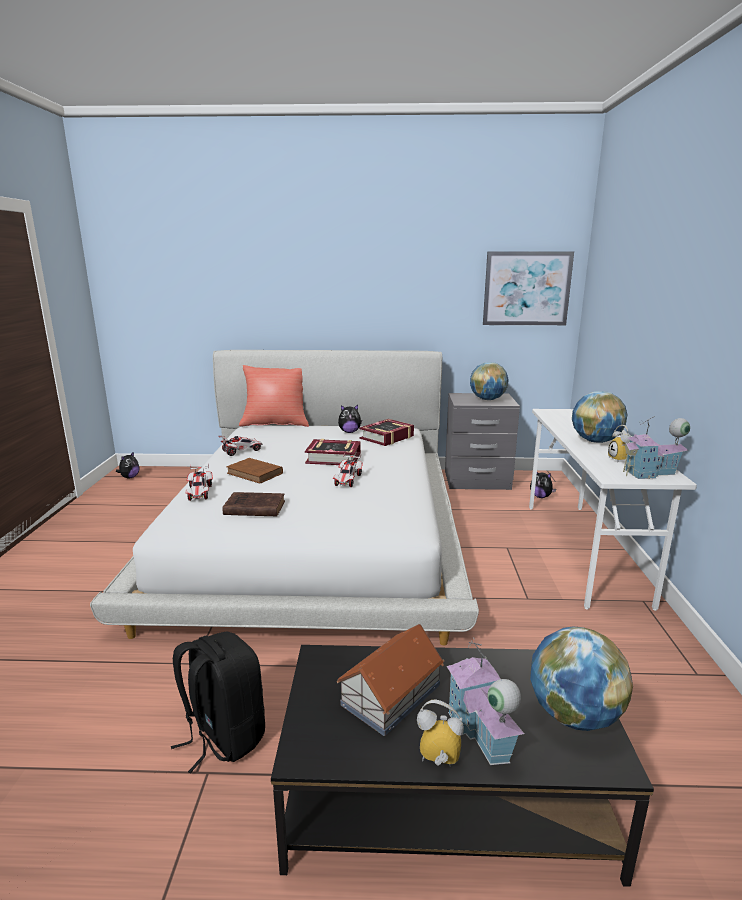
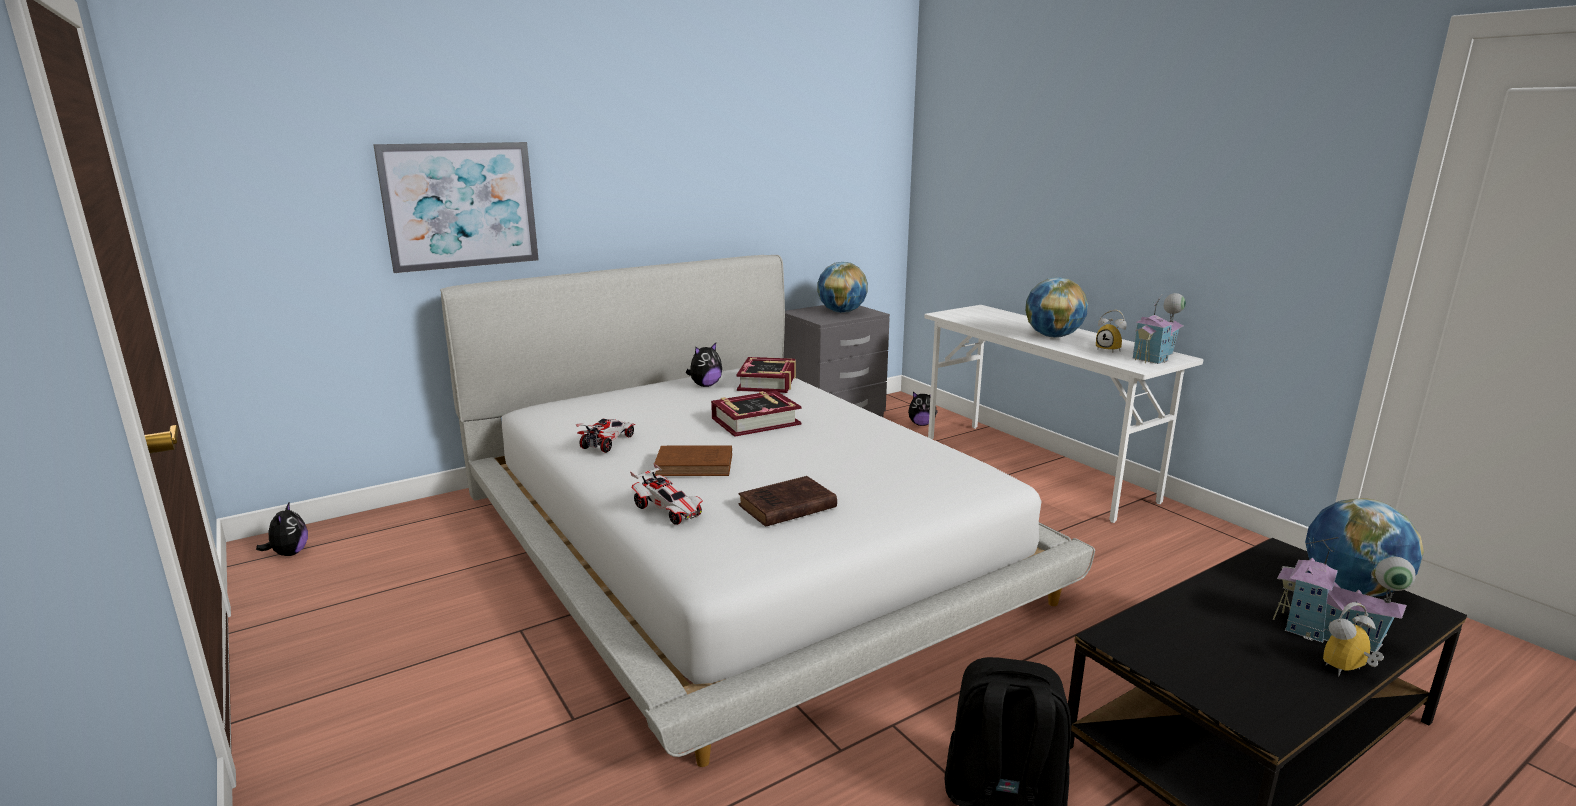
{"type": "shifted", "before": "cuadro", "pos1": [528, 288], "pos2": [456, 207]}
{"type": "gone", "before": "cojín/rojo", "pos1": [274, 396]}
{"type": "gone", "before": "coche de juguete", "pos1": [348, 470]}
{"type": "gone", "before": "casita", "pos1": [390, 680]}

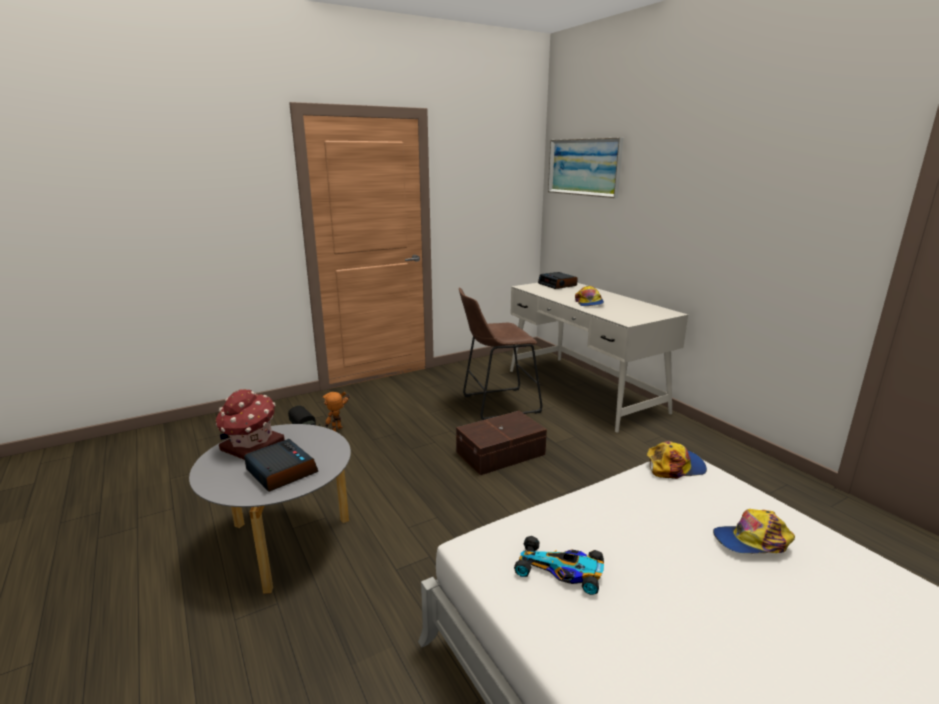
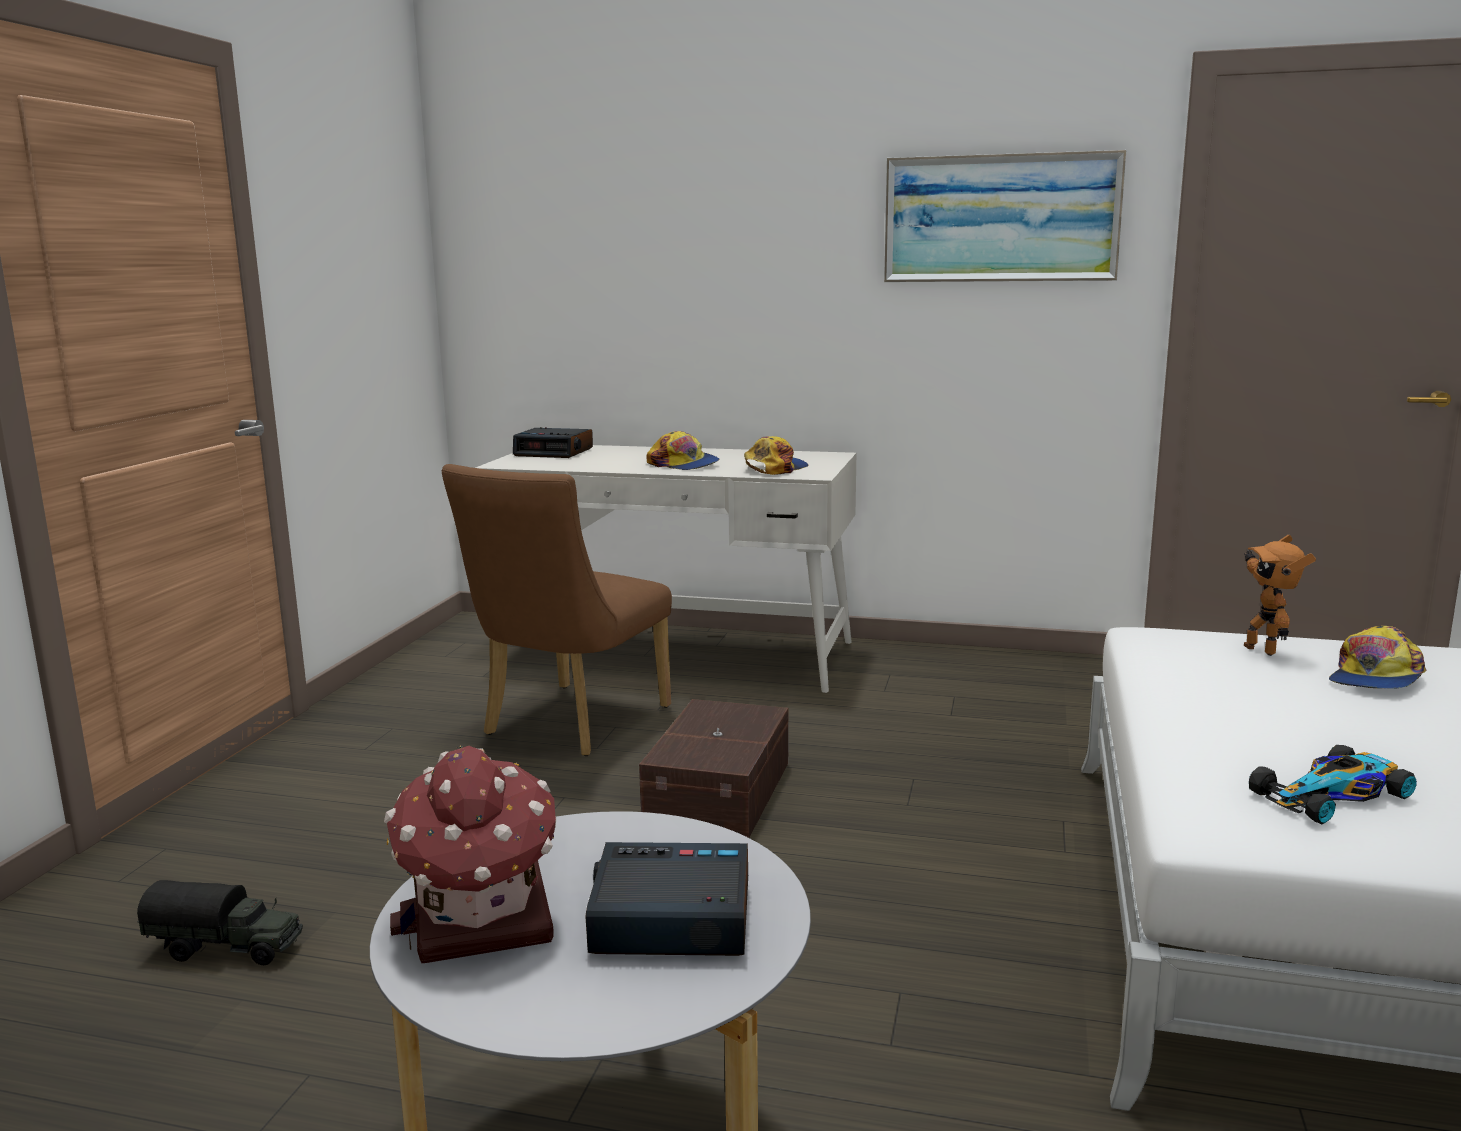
{"type": "swapped", "before": "taburete/marrón", "after": "silla/marrón", "pos1": [500, 354], "pos2": [557, 610]}
{"type": "shifted", "before": "gorra", "pos1": [677, 460], "pos2": [776, 455]}
{"type": "shifted", "before": "cuadro", "pos1": [585, 168], "pos2": [1005, 216]}
{"type": "shifted", "before": "robot de juguete", "pos1": [336, 412], "pos2": [1280, 595]}

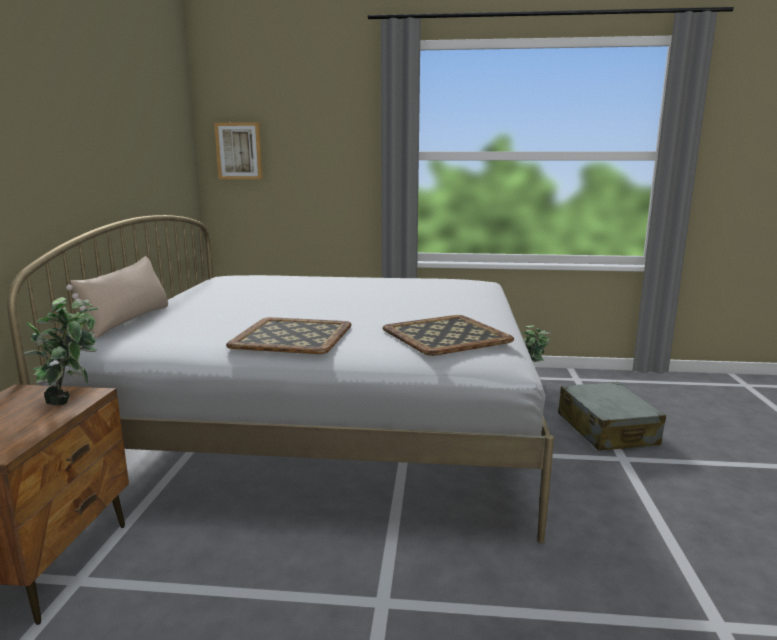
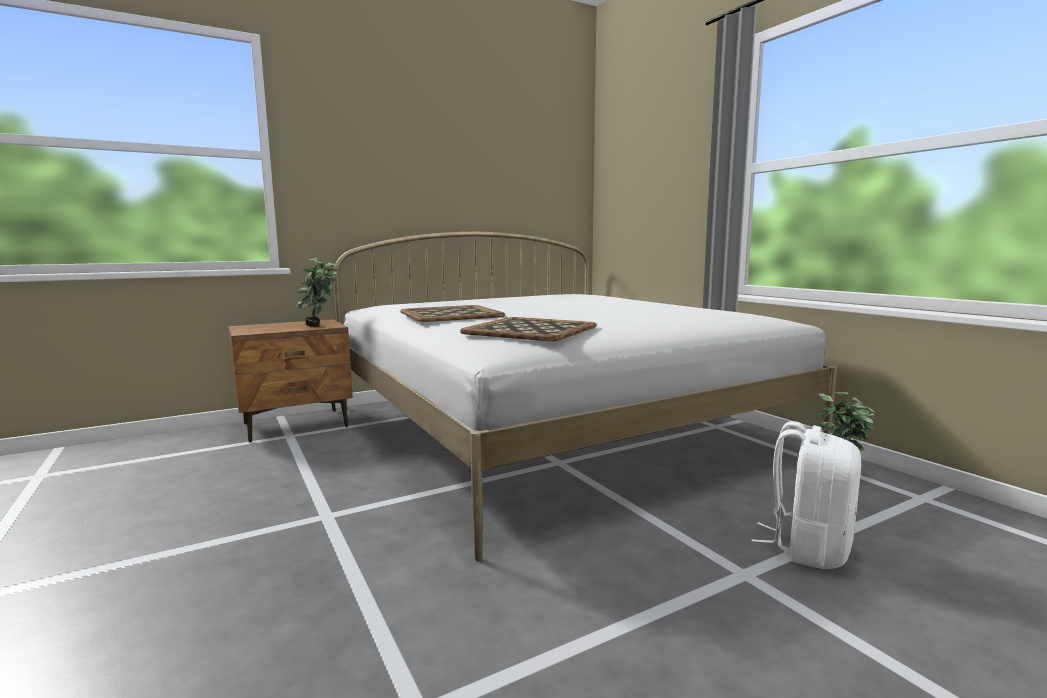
{"type": "swapped", "before": "maleta/gris", "after": "mochila/blanco", "pos1": [612, 416], "pos2": [806, 495]}
{"type": "gone", "before": "cojín/beis", "pos1": [117, 297]}
{"type": "gone", "before": "cuadro", "pos1": [238, 150]}

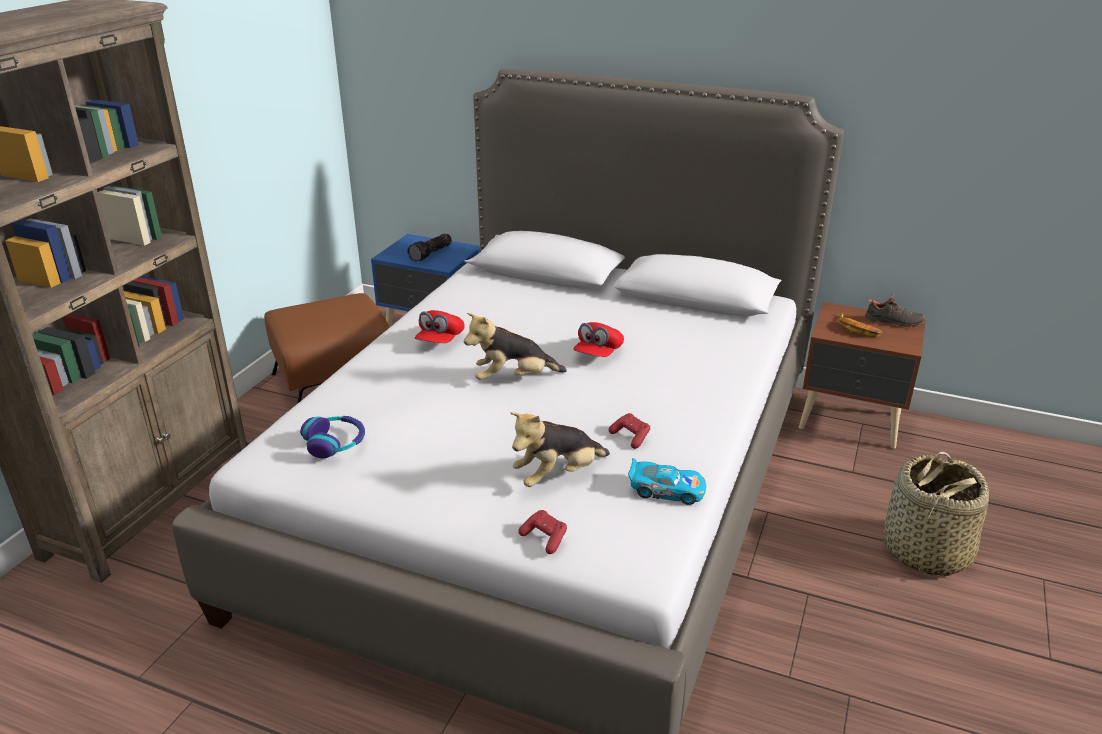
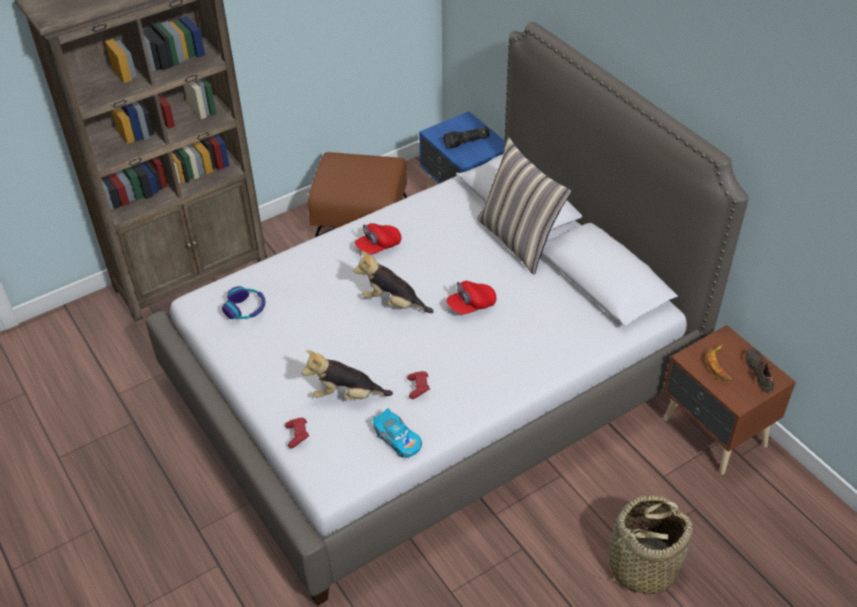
{"type": "new", "after": "cojín", "pos2": [524, 206]}
{"type": "rotated", "before": "zapato/negro", "pos1": [895, 311], "pos2": [760, 370], "turn": -150}

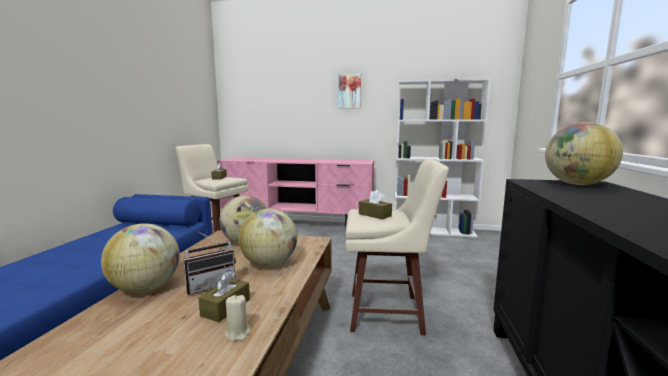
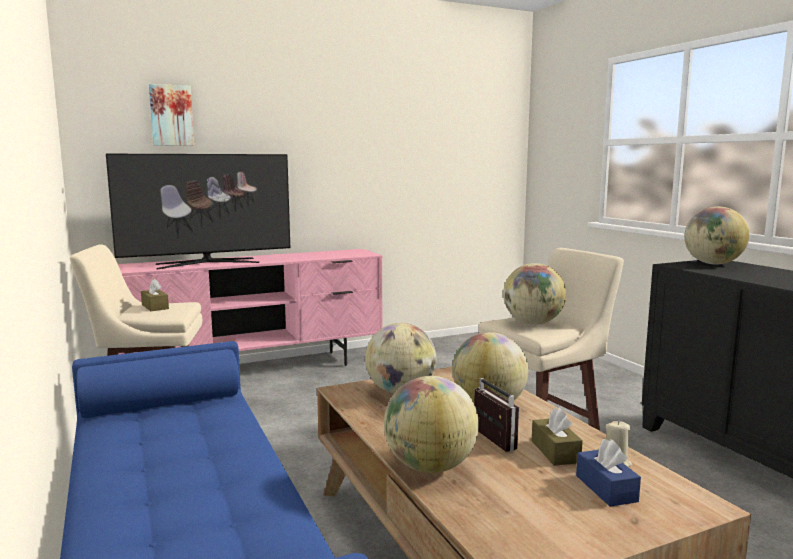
{"type": "new", "after": "televisor", "pos2": [198, 212]}
{"type": "shifted", "before": "cuadro", "pos1": [350, 90], "pos2": [171, 115]}
{"type": "rotated", "before": "radio", "pos1": [209, 263], "pos2": [496, 415], "turn": -45}
{"type": "swapped", "before": "caja de pañuelos/marrón", "after": "globo terráqueo", "pos1": [375, 205], "pos2": [534, 294]}
{"type": "new", "after": "caja de pañuelos/azul", "pos2": [608, 473]}
{"type": "gone", "before": "estantería/blanco", "pos1": [443, 158]}

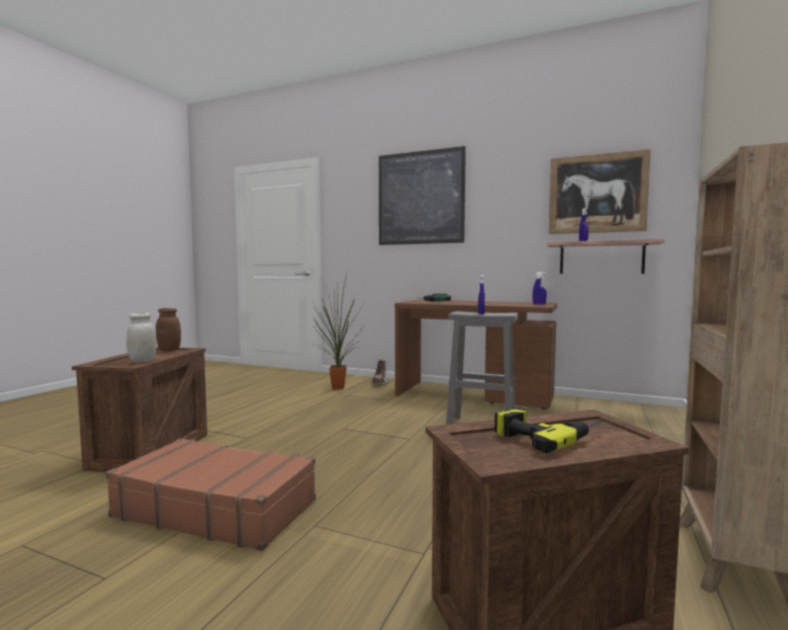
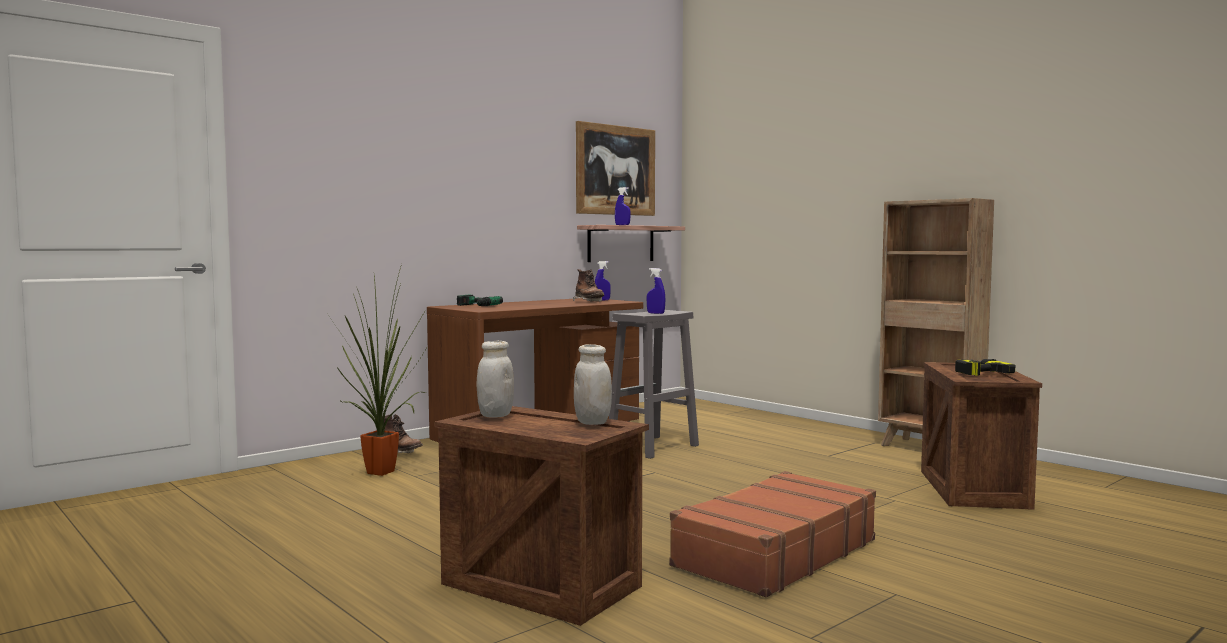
{"type": "repainted", "before": "tarro/marrón", "after": "tarro/blanco", "pos1": [168, 329], "pos2": [495, 379]}
{"type": "new", "after": "bota/marrón", "pos2": [588, 285]}
{"type": "gone", "before": "cuadro", "pos1": [422, 195]}

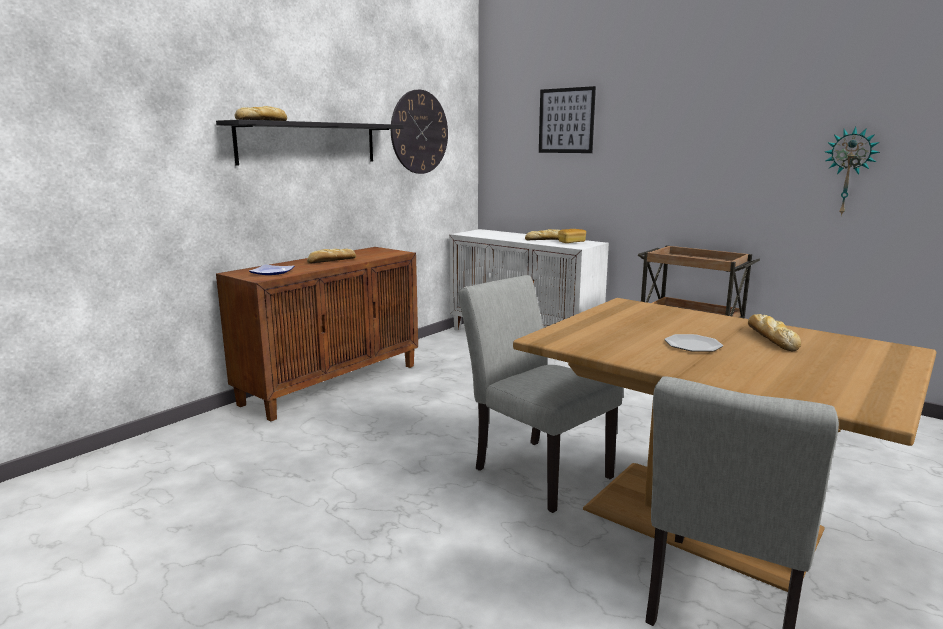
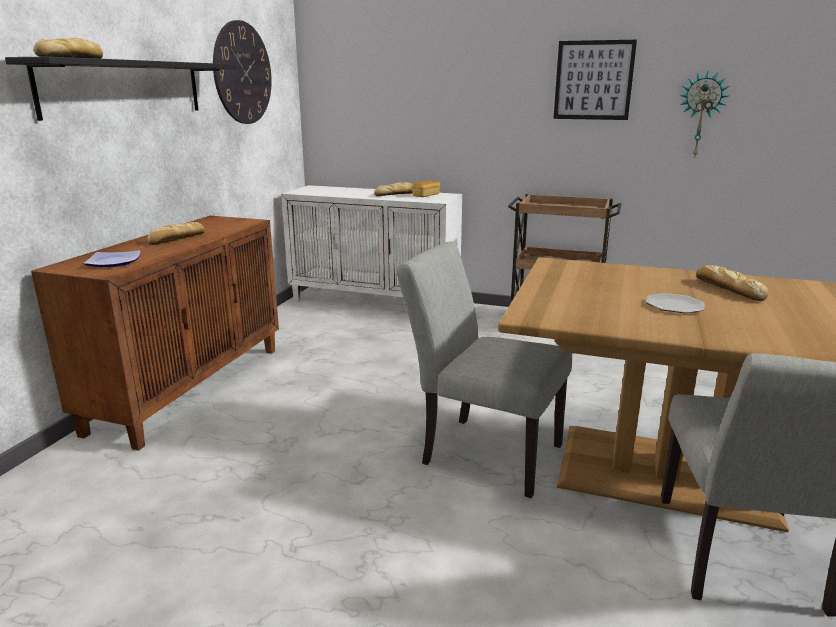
{"type": "shifted", "before": "cuadro", "pos1": [567, 119], "pos2": [595, 80]}

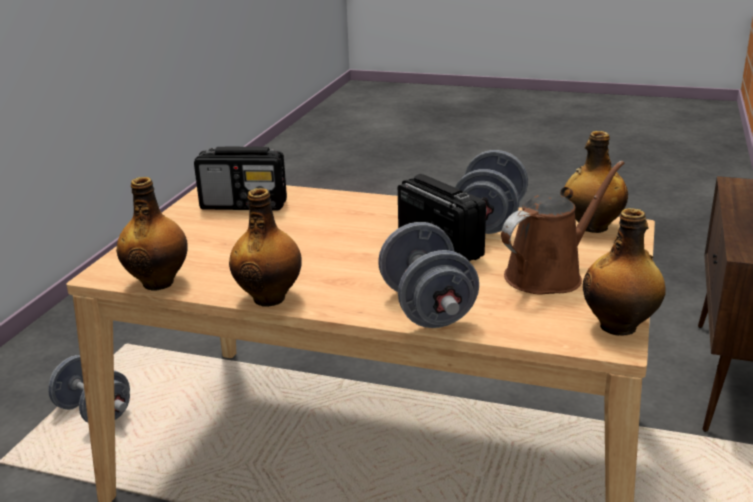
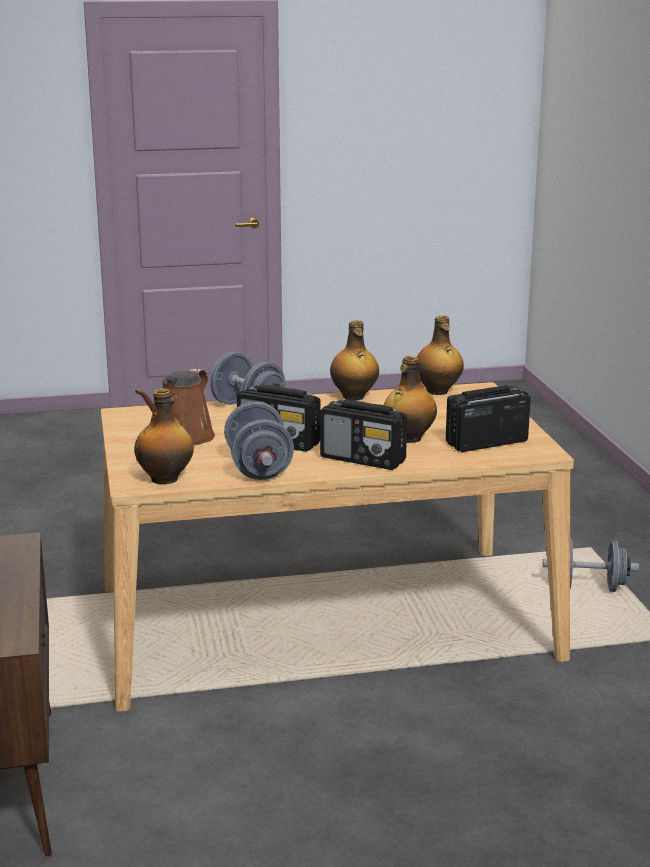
{"type": "new", "after": "radio", "pos2": [363, 435]}
{"type": "shifted", "before": "botella", "pos1": [624, 272], "pos2": [410, 399]}

